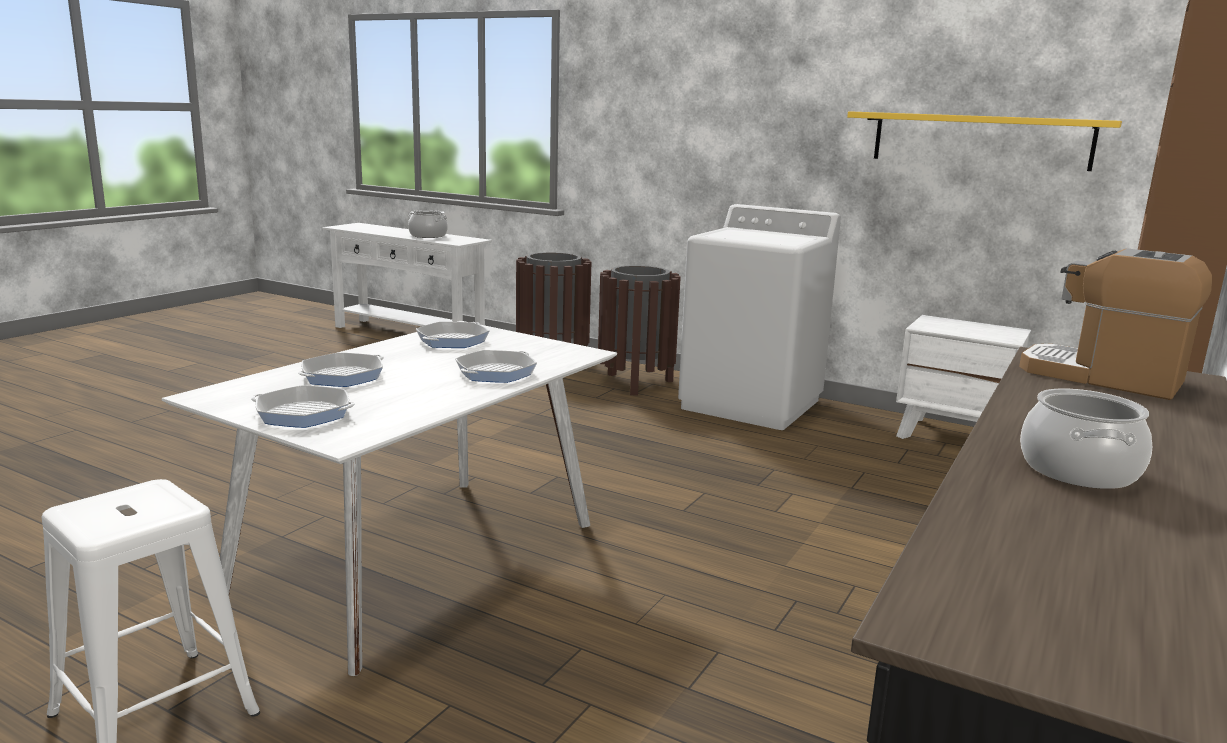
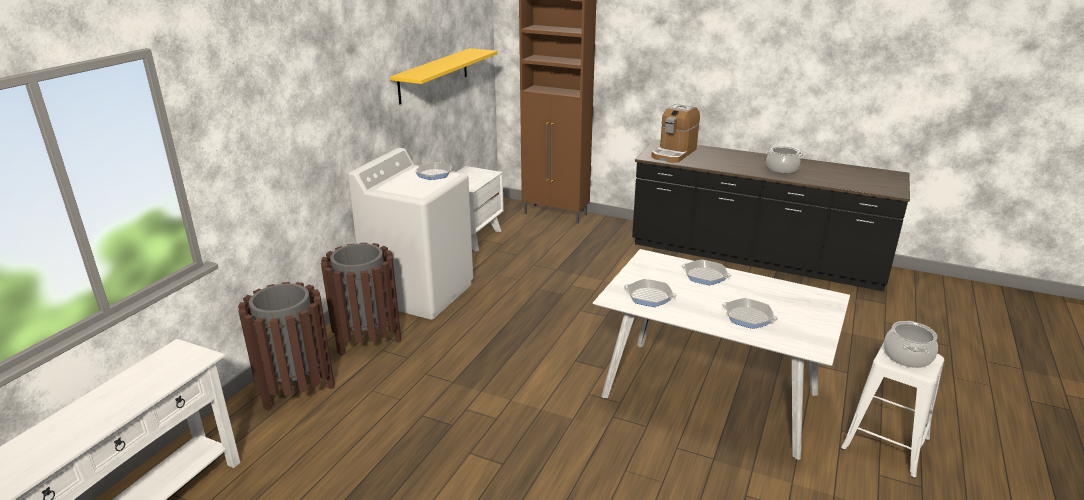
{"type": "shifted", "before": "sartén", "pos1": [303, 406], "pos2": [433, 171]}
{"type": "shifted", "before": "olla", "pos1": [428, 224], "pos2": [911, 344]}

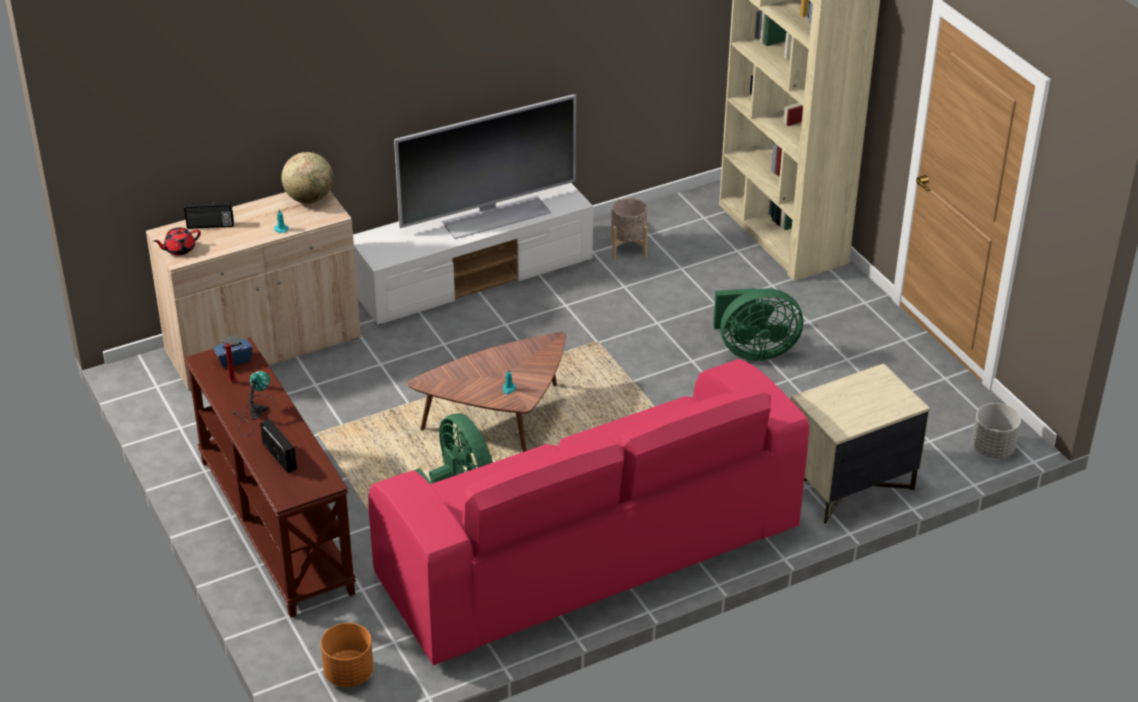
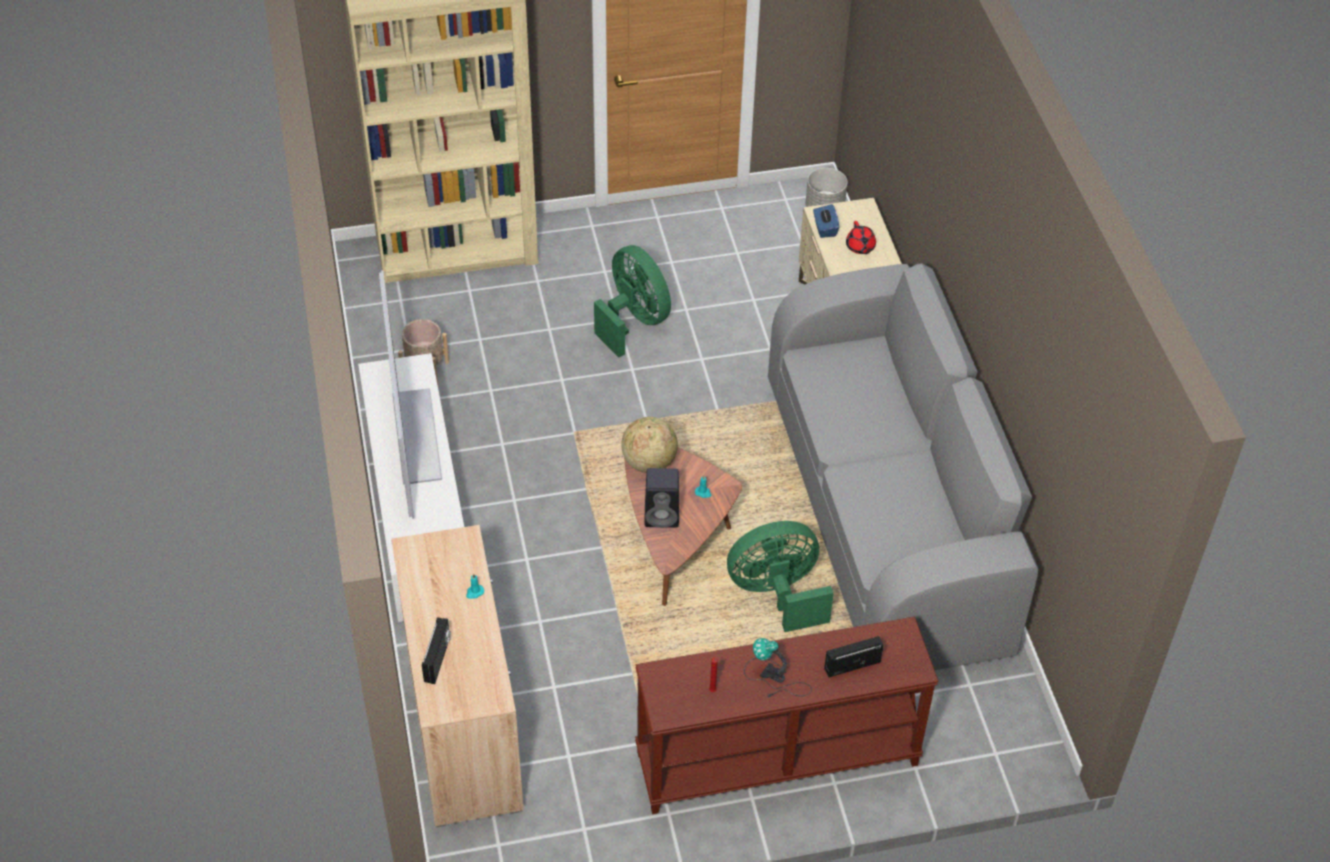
{"type": "rotated", "before": "ventilador/verde", "pos1": [758, 324], "pos2": [632, 301], "turn": -45}
{"type": "shifted", "before": "globo terráqueo", "pos1": [307, 178], "pos2": [649, 445]}
{"type": "new", "after": "altavoz/negro", "pos2": [661, 498]}
{"type": "repainted", "before": "sofá/rosa", "after": "sofá/gris", "pos1": [588, 512], "pos2": [903, 467]}
{"type": "shifted", "before": "caja de pañuelos/azul", "pos1": [233, 351], "pos2": [826, 221]}
{"type": "shifted", "before": "tetera/rojo", "pos1": [177, 241], "pos2": [861, 237]}
{"type": "gone", "before": "maceta/naranja", "pos1": [347, 655]}

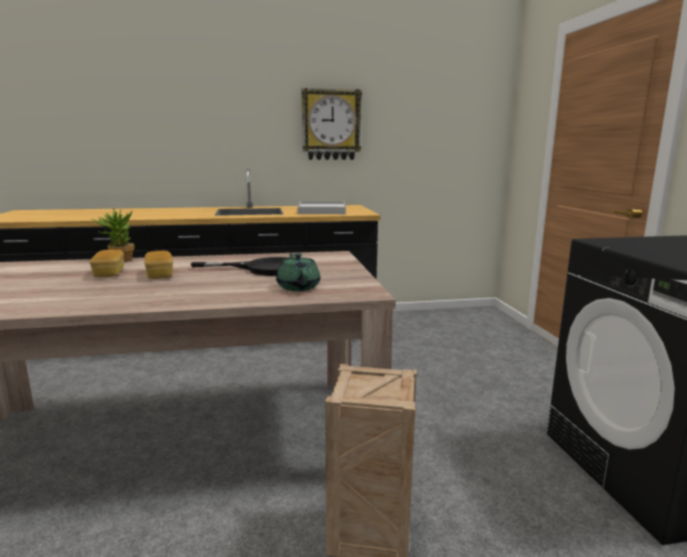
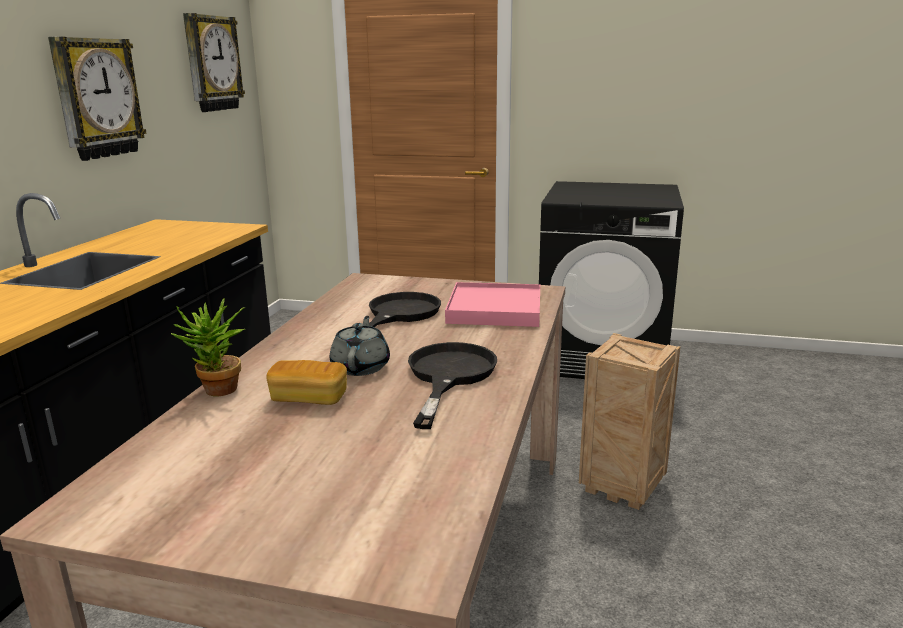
{"type": "new", "after": "reloj de pared", "pos2": [214, 62]}
{"type": "swapped", "before": "pan", "after": "tetera/gris", "pos1": [158, 265], "pos2": [360, 346]}
{"type": "new", "after": "sartén/negro", "pos2": [452, 385]}
{"type": "swapped", "before": "tetera/verde", "after": "bandeja/rosa", "pos1": [298, 272], "pos2": [492, 304]}
{"type": "gone", "before": "bandeja/blanco", "pos1": [322, 208]}

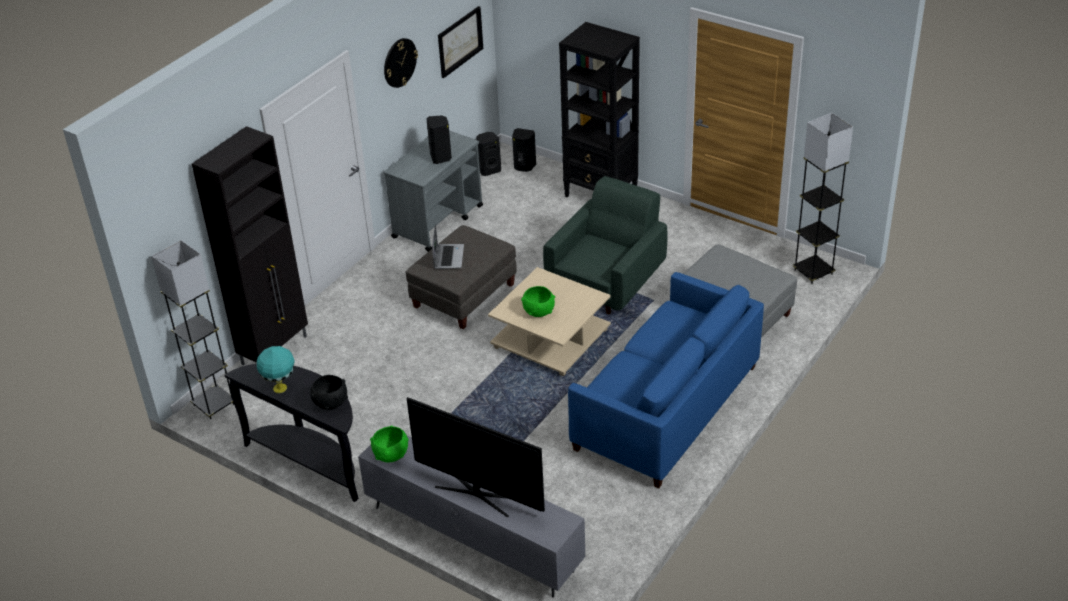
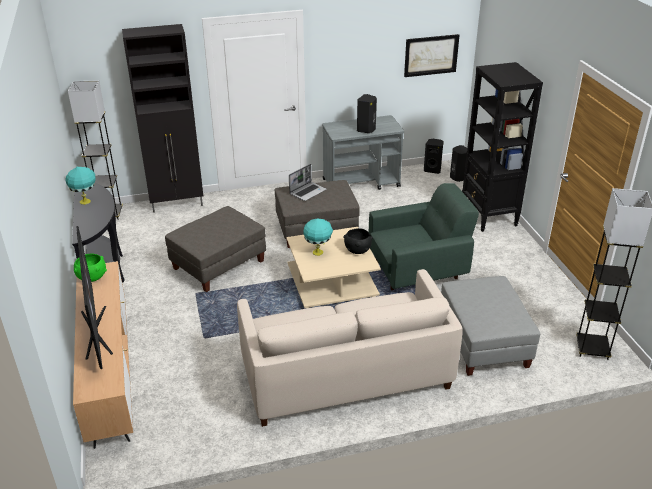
{"type": "repainted", "before": "mueble de televisión/gris", "after": "mueble de televisión/marrón", "pos1": [471, 516], "pos2": [103, 355]}
{"type": "new", "after": "puf/gris", "pos2": [215, 249]}
{"type": "repainted", "before": "sofá/azul", "after": "sofá/beis", "pos1": [666, 380], "pos2": [350, 348]}
{"type": "swapped", "before": "cuenco/verde", "after": "lámpara de mesa/turquesa", "pos1": [538, 301], "pos2": [318, 237]}
{"type": "shifted", "before": "cuenco/negro", "pos1": [329, 392], "pos2": [358, 241]}
{"type": "gone", "before": "reloj de pared", "pos1": [401, 63]}

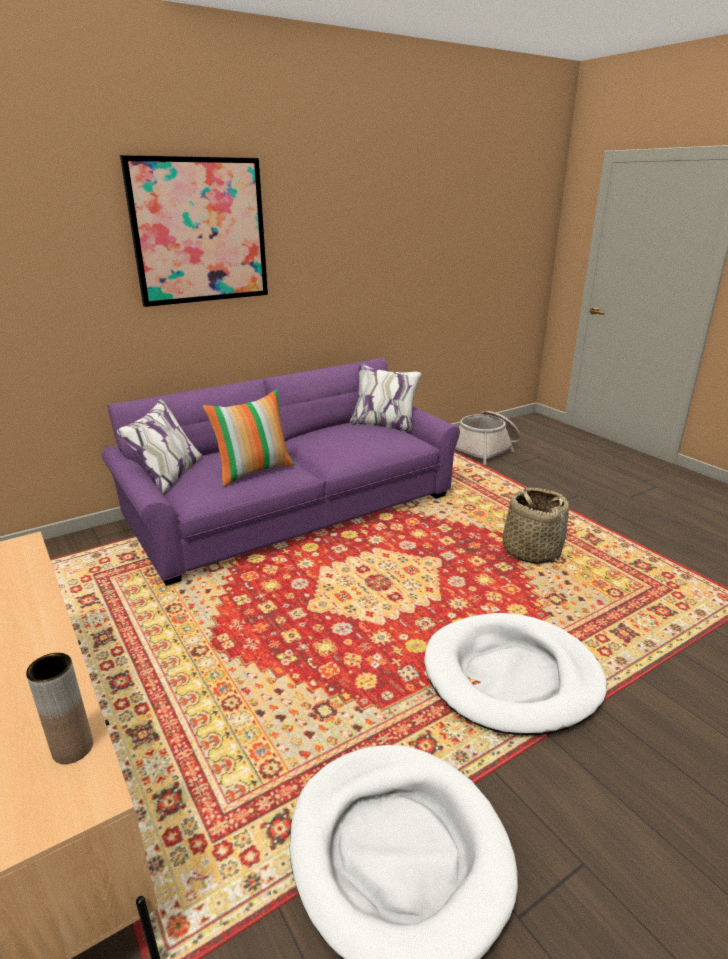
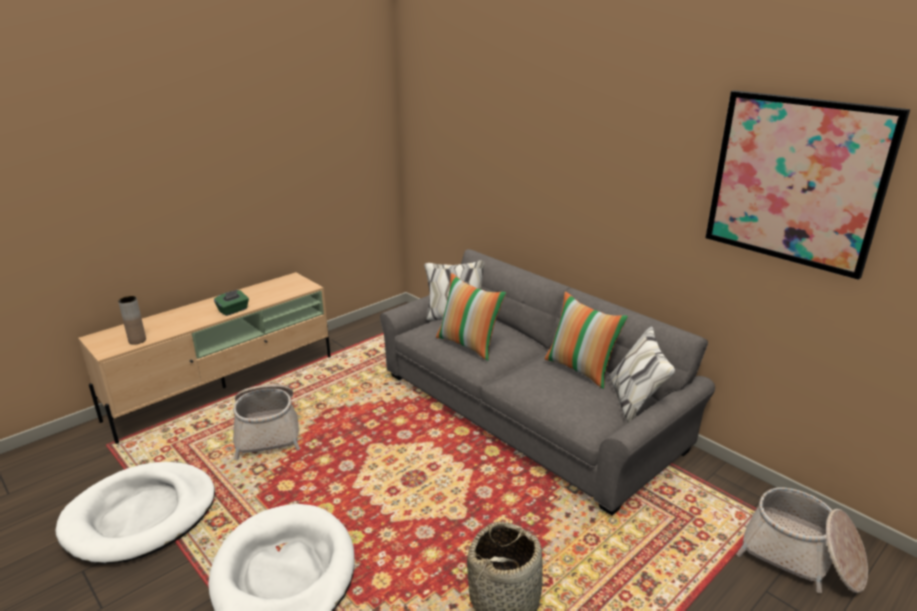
{"type": "new", "after": "caja de pañuelos/verde", "pos2": [231, 303]}
{"type": "new", "after": "cesta", "pos2": [266, 422]}
{"type": "repainted", "before": "sofá/morado", "after": "sofá/gris", "pos1": [281, 472], "pos2": [547, 382]}
{"type": "new", "after": "cojín", "pos2": [586, 340]}
{"type": "shifted", "before": "cuadro", "pos1": [194, 231], "pos2": [807, 185]}

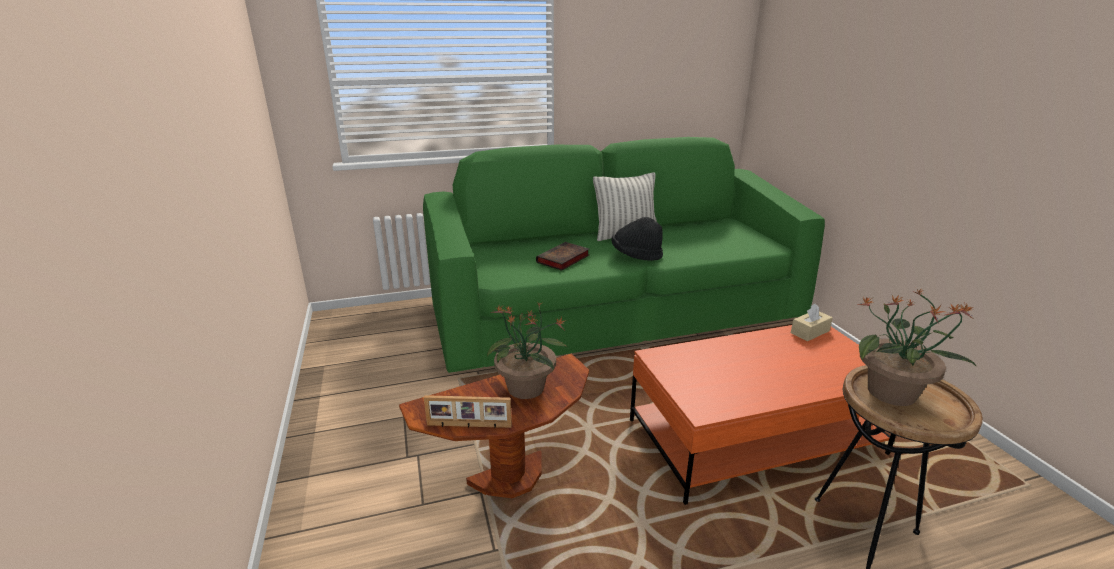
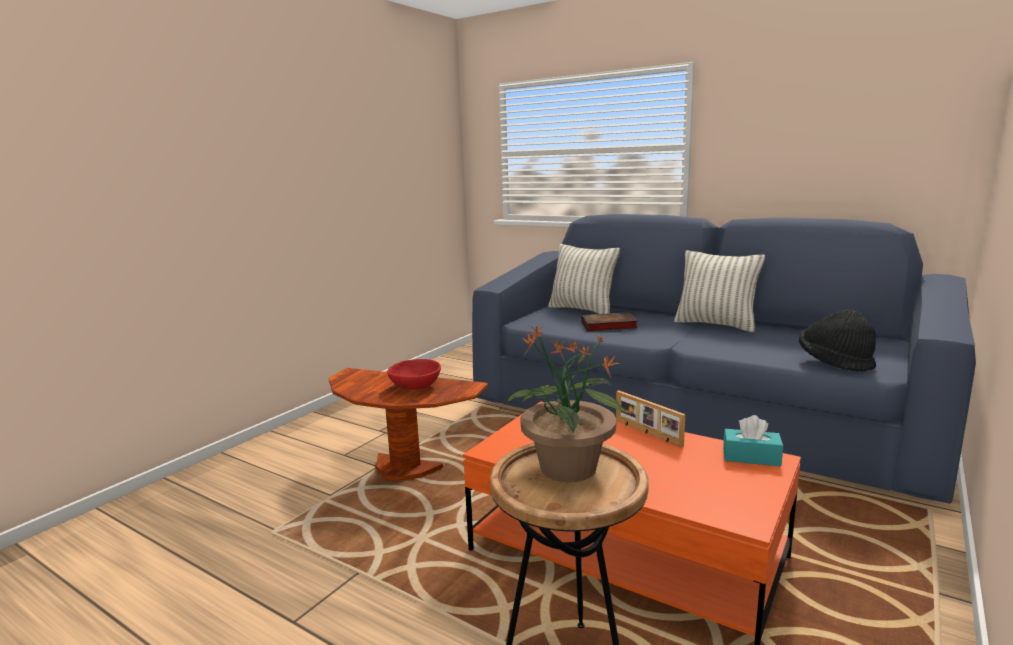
{"type": "swapped", "before": "planta en maceta", "after": "cuenco/rojo", "pos1": [527, 350], "pos2": [414, 374]}
{"type": "repainted", "before": "sofá/verde", "after": "sofá/azul", "pos1": [624, 255], "pos2": [724, 359]}
{"type": "new", "after": "cojín", "pos2": [584, 279]}
{"type": "shifted", "before": "portarretratos", "pos1": [468, 411], "pos2": [650, 419]}
{"type": "repainted", "before": "caja de pañuelos/beis", "after": "caja de pañuelos/turquesa", "pos1": [812, 322], "pos2": [753, 440]}
{"type": "shifted", "before": "sombrero/negro", "pos1": [637, 239], "pos2": [837, 341]}

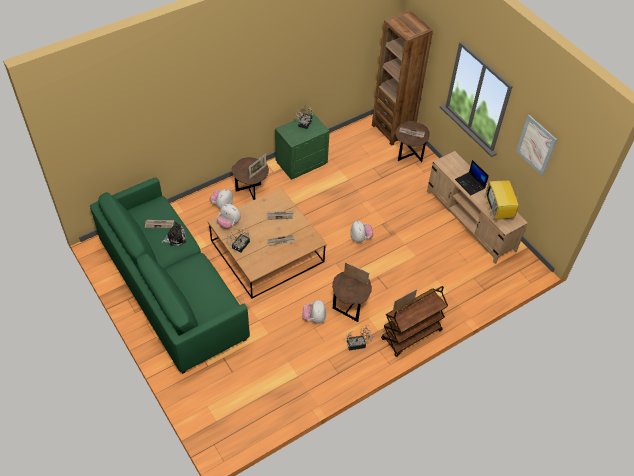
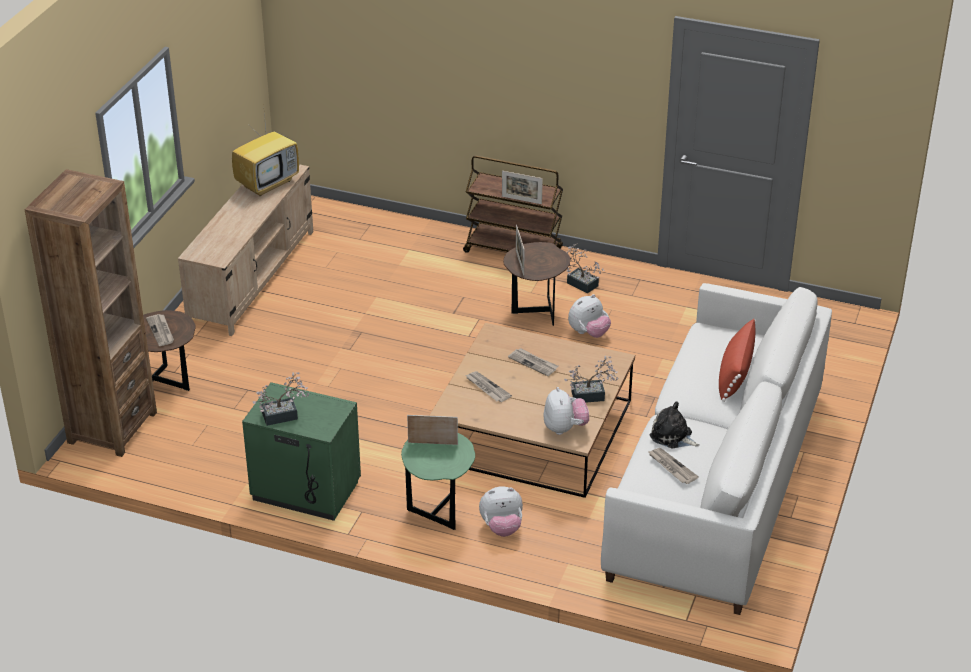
{"type": "repainted", "before": "mesa auxiliar/marrón", "after": "mesa auxiliar/verde", "pos1": [250, 178], "pos2": [438, 481]}
{"type": "repainted", "before": "sofá/verde", "after": "sofá/blanco", "pos1": [170, 275], "pos2": [716, 449]}
{"type": "new", "after": "cojín/rojo", "pos2": [737, 360]}
{"type": "gone", "before": "peluche", "pos1": [361, 231]}
{"type": "gone", "before": "portátil", "pos1": [472, 177]}
{"type": "gone", "before": "cuadro", "pos1": [536, 145]}

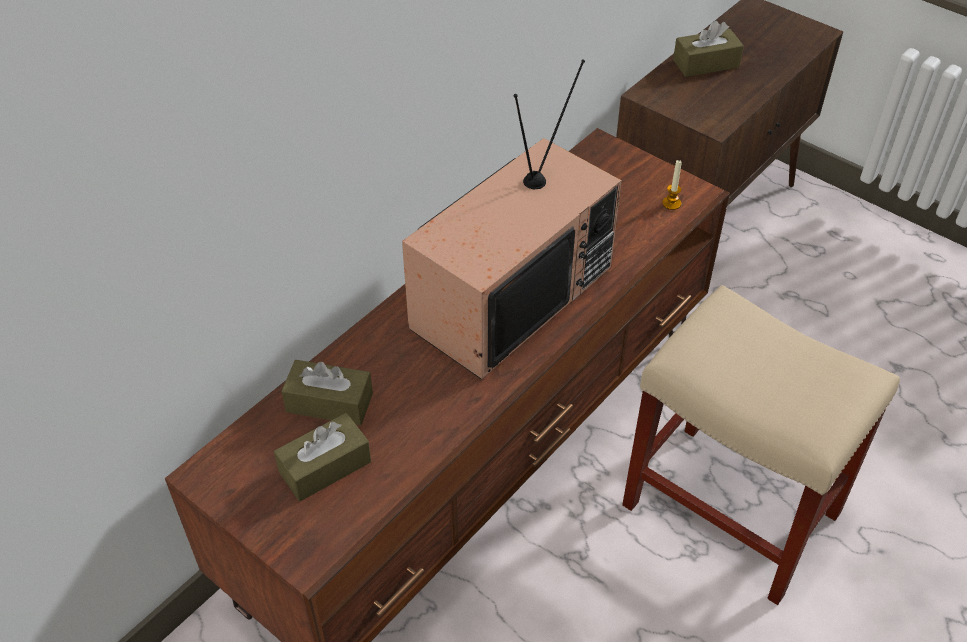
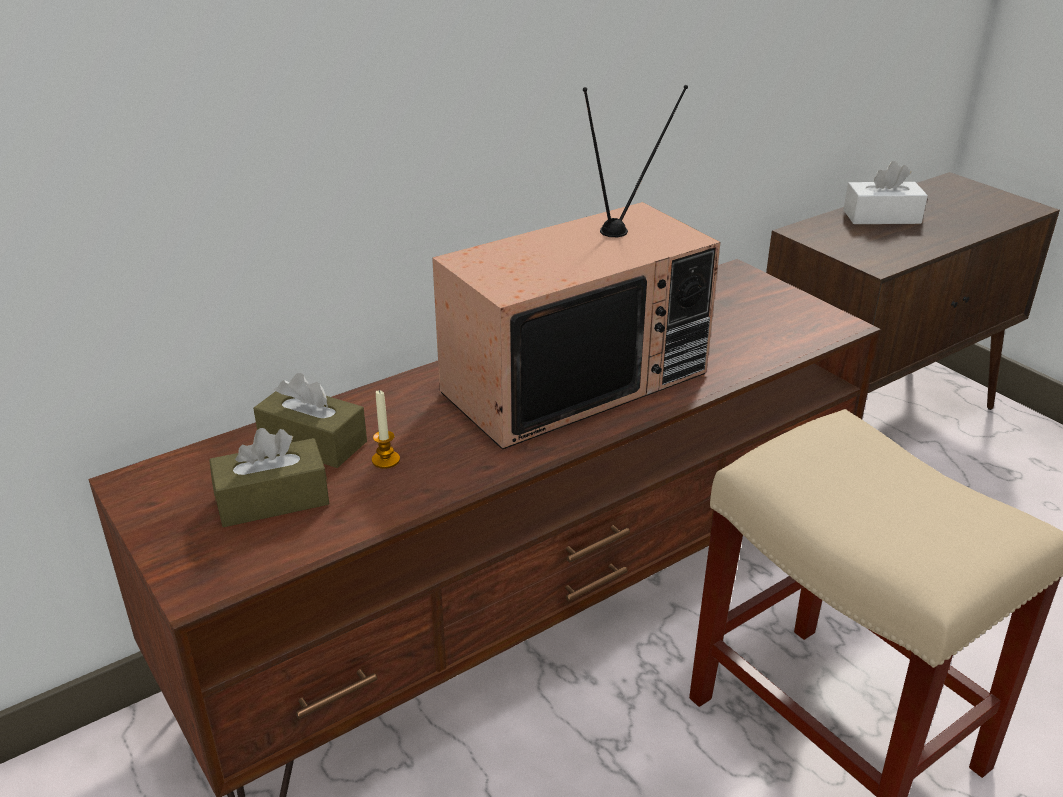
{"type": "shifted", "before": "vela", "pos1": [672, 185], "pos2": [386, 429]}
{"type": "repainted", "before": "caja de pañuelos/marrón", "after": "caja de pañuelos/blanco", "pos1": [708, 49], "pos2": [885, 192]}

